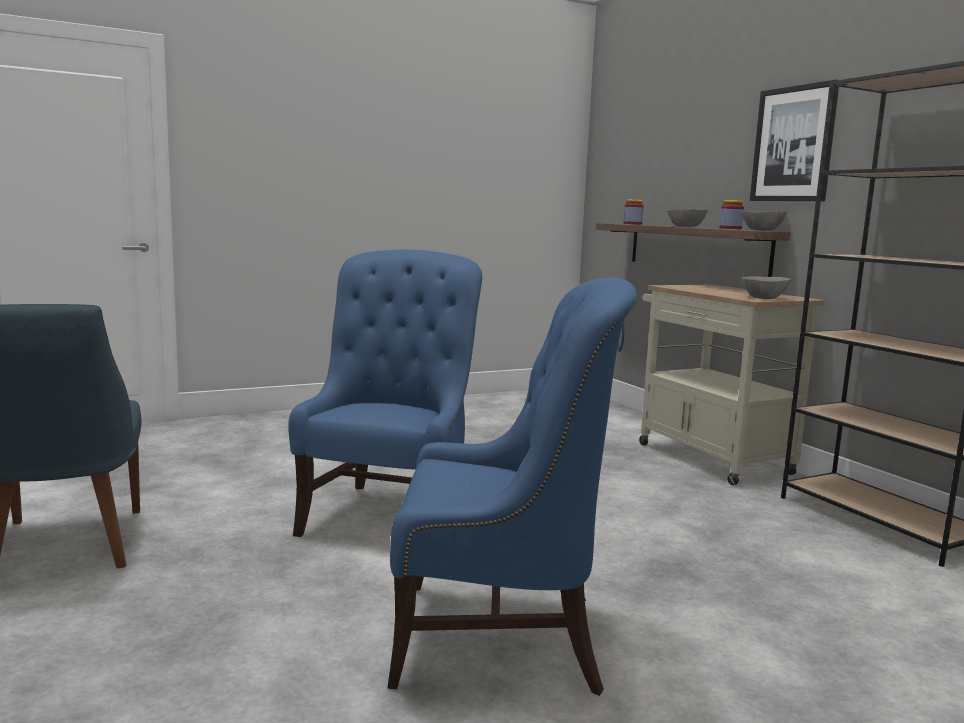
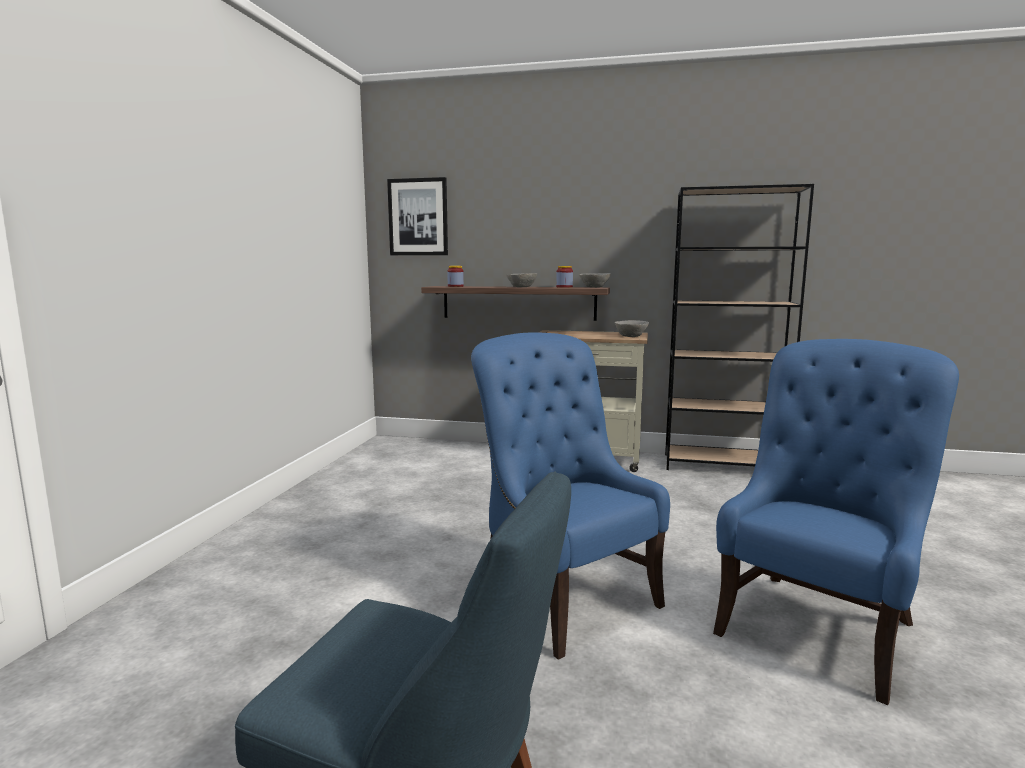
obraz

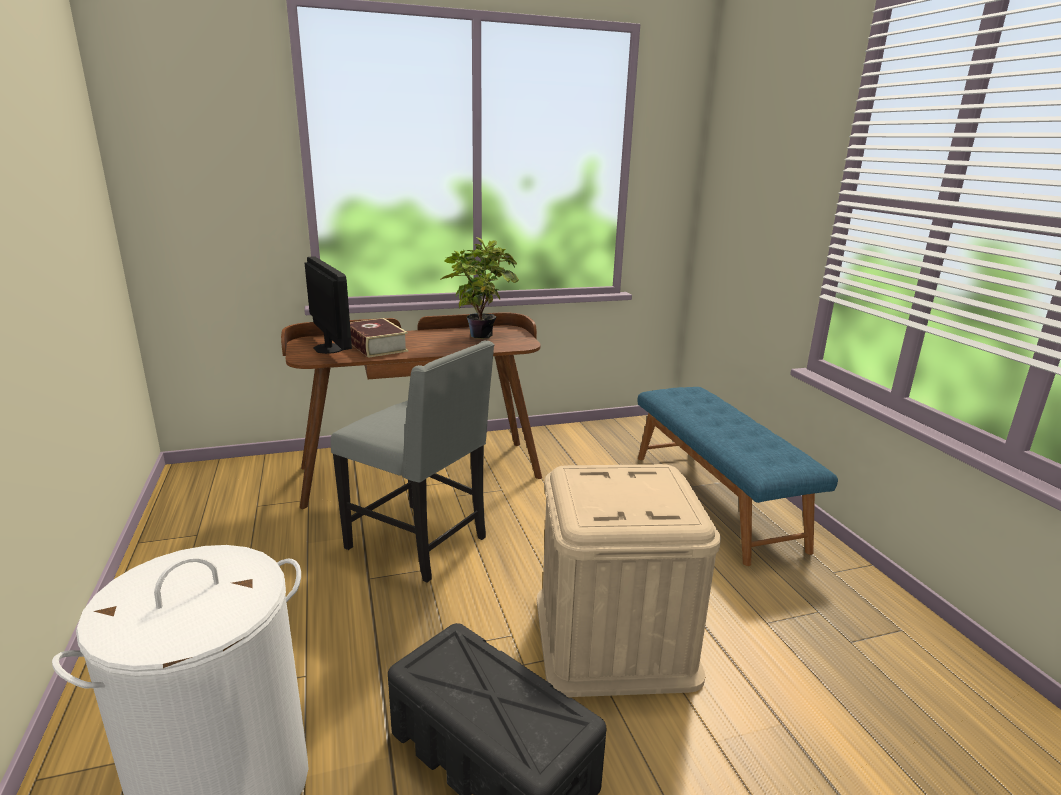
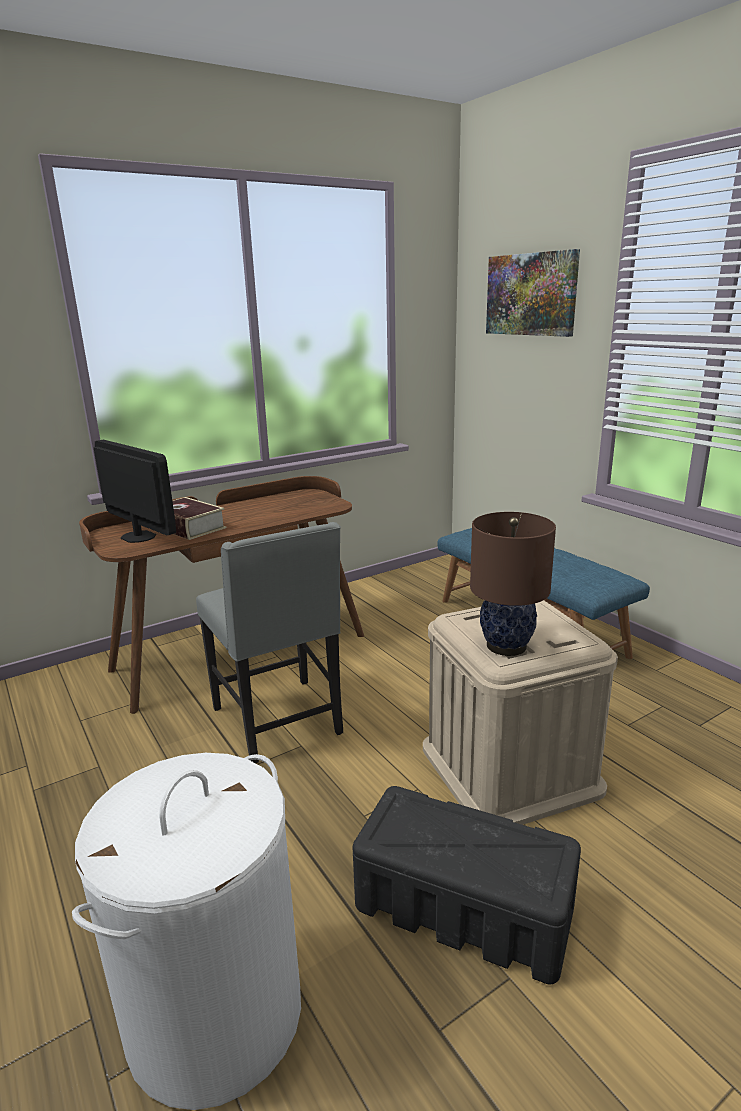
roślina doniczkowa; krzesło (szary); obraz; lampa stołowa (brązowy)

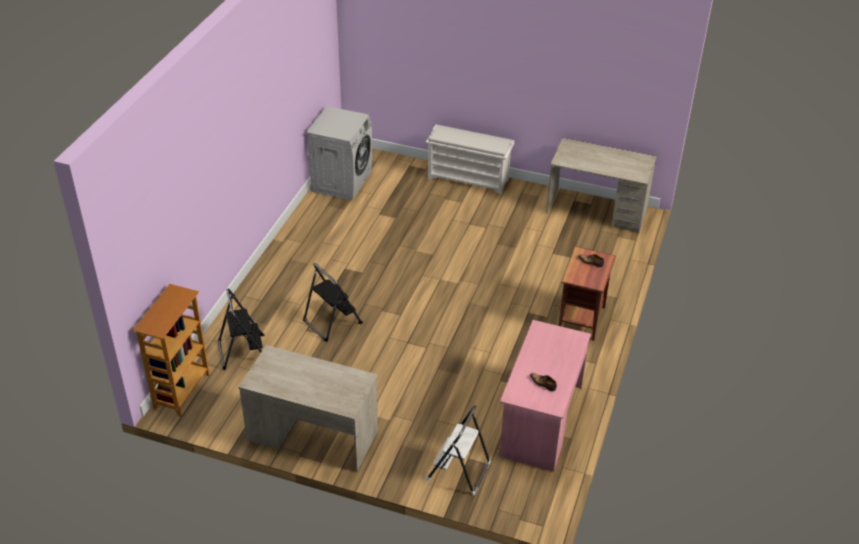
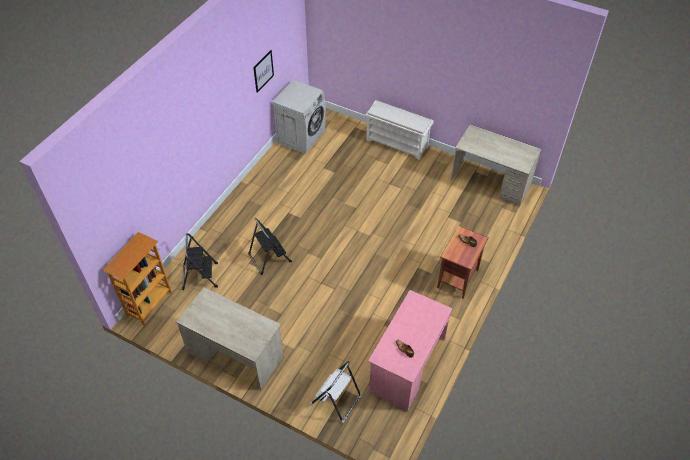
obraz

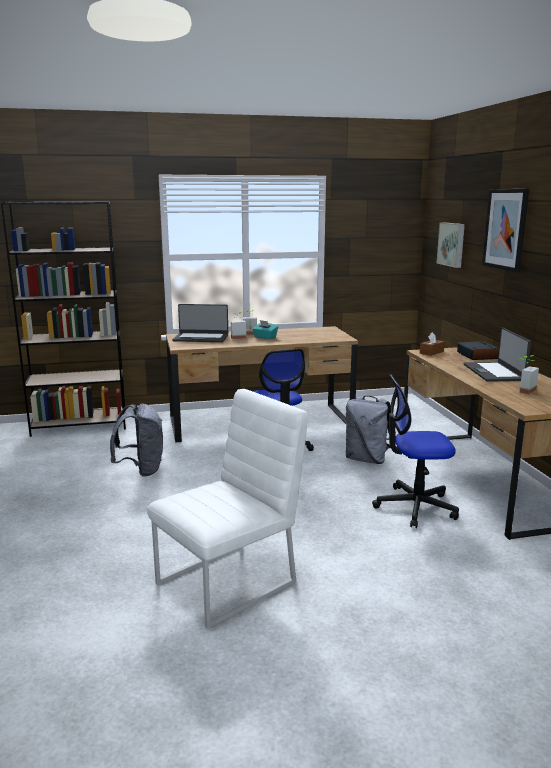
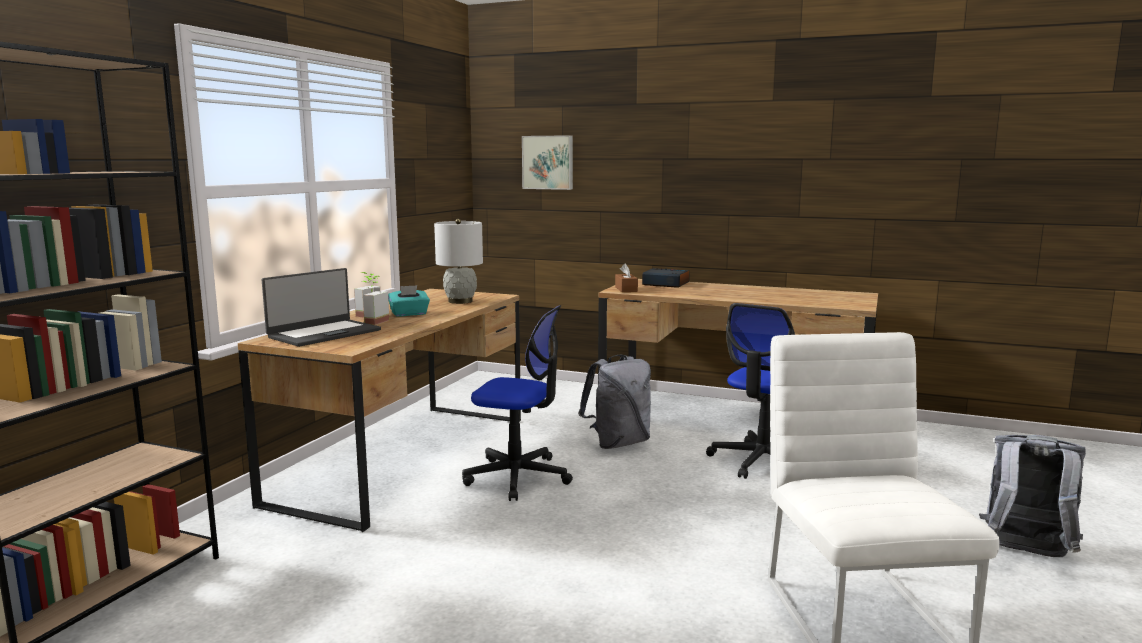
obraz (no. 2 from left in the first image); laptop (no. 2 from left in the first image); roślina doniczkowa (no. 3 from left in the first image); plecak (szary) (no. 2 from left); lampa stołowa (biały)

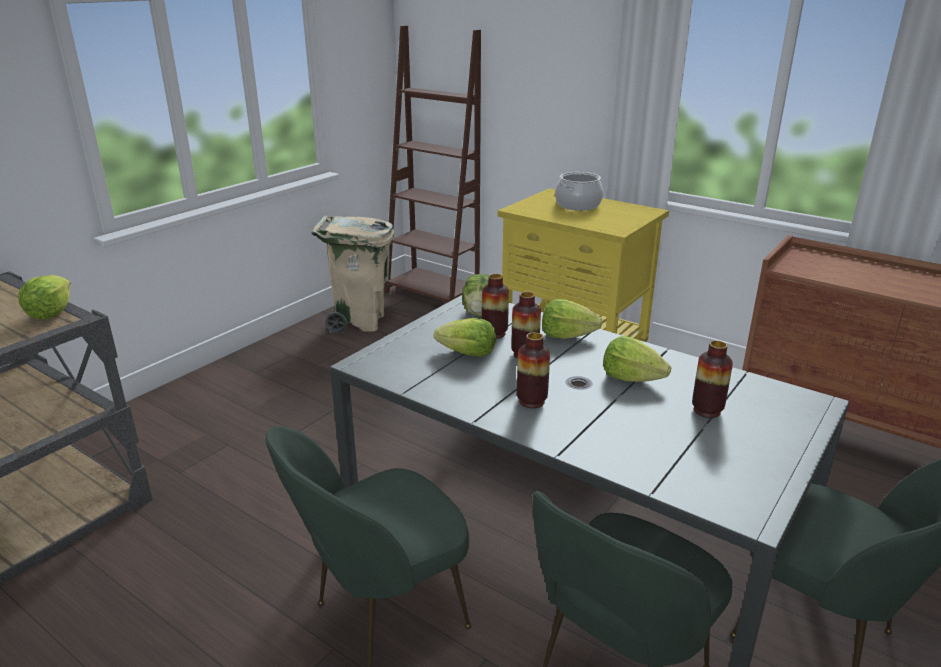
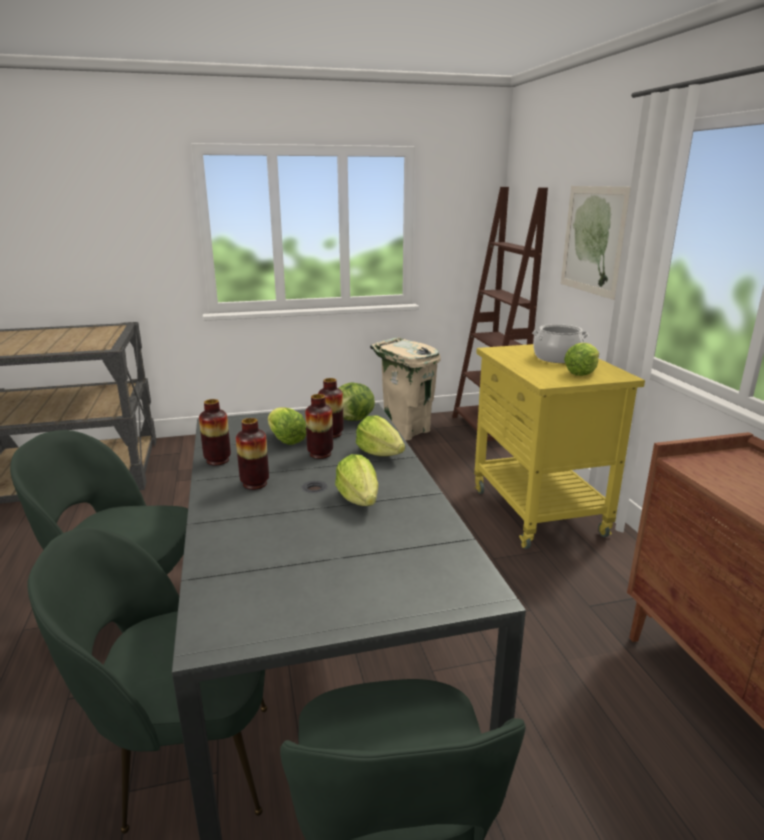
sałata (no. 5 from left); wazon (no. 1 from left); obraz

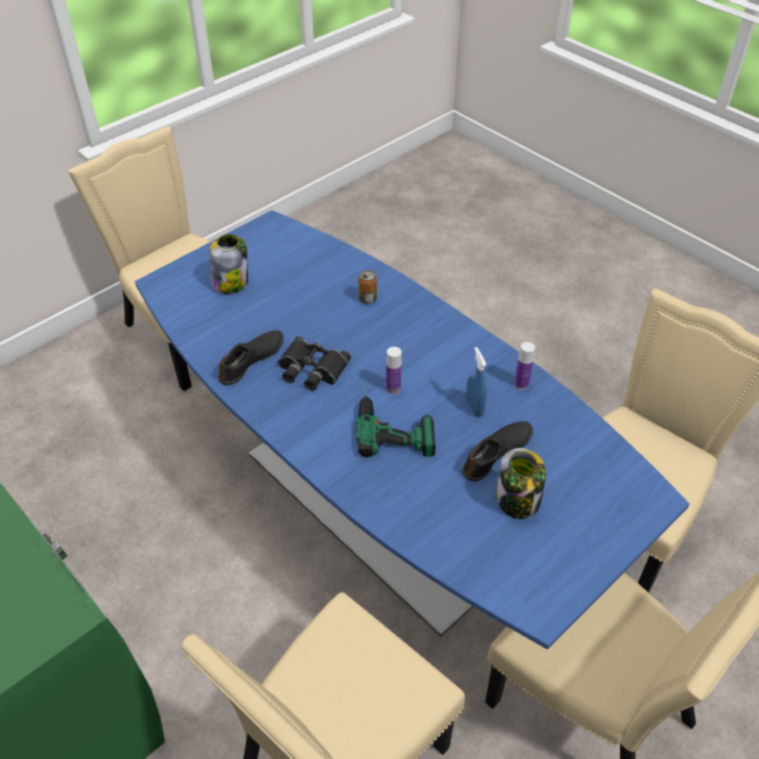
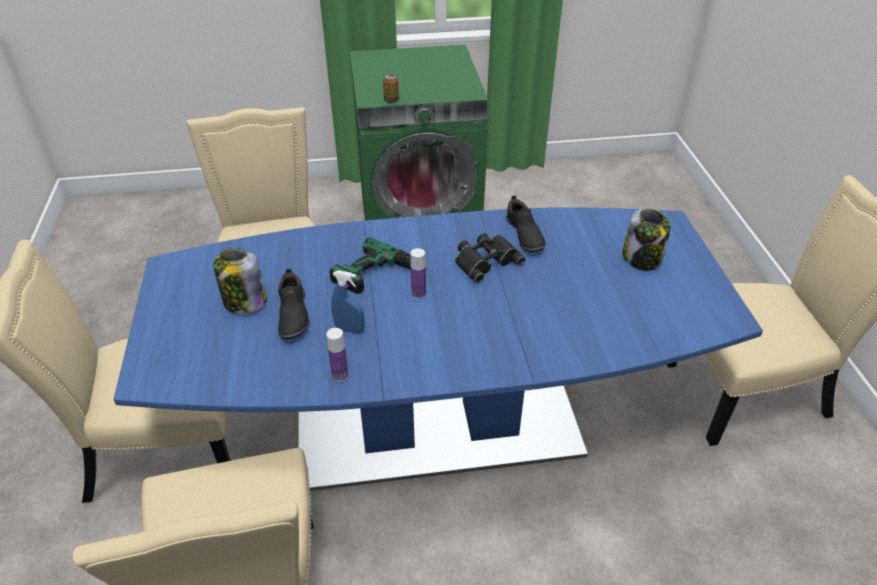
puszka

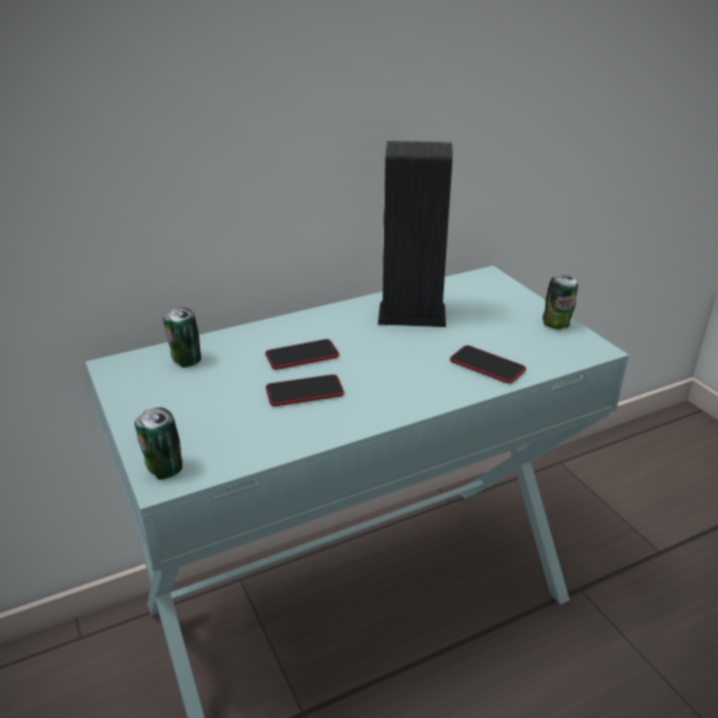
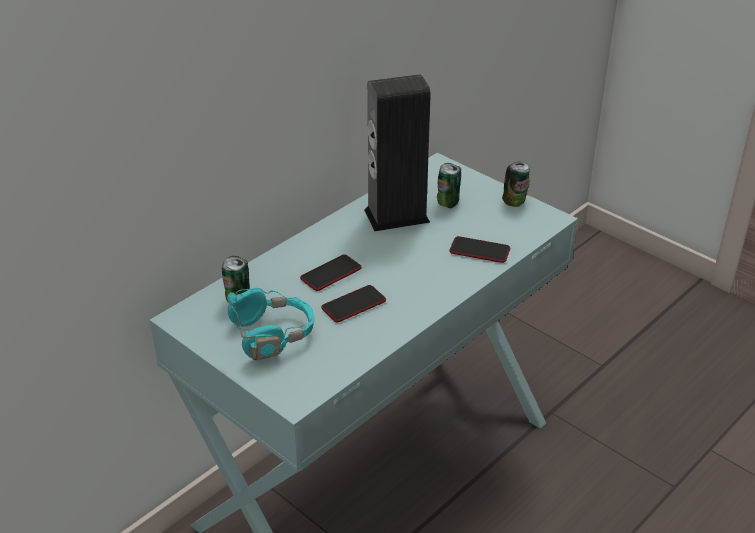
puszka (no. 2 from left); słuchawki (turkusowy)

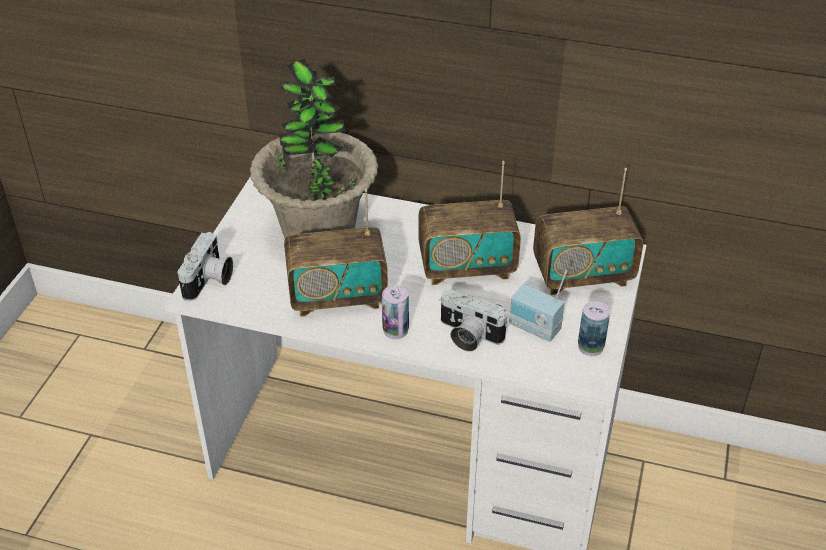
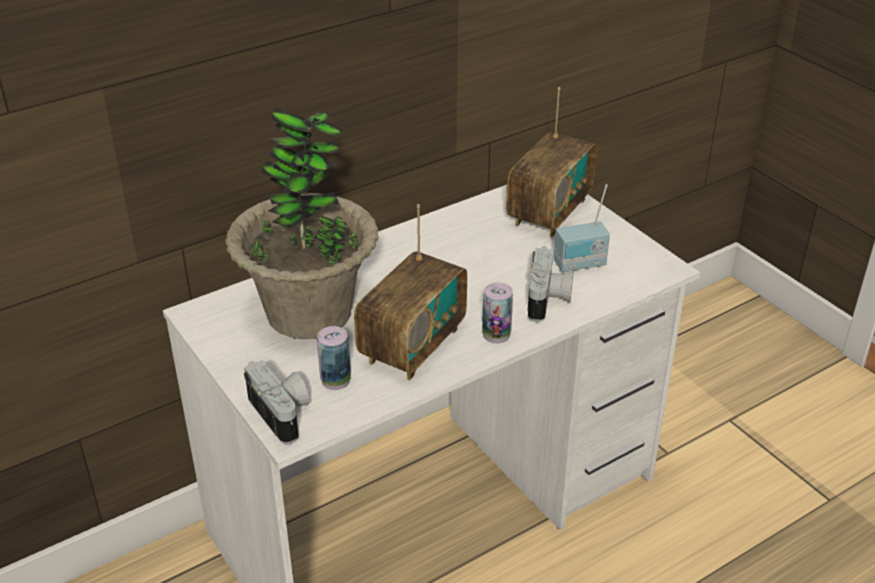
radio (no. 2 from left in the first image); aparat fotograficzny (no. 2 from left); puszka (no. 1 from left)

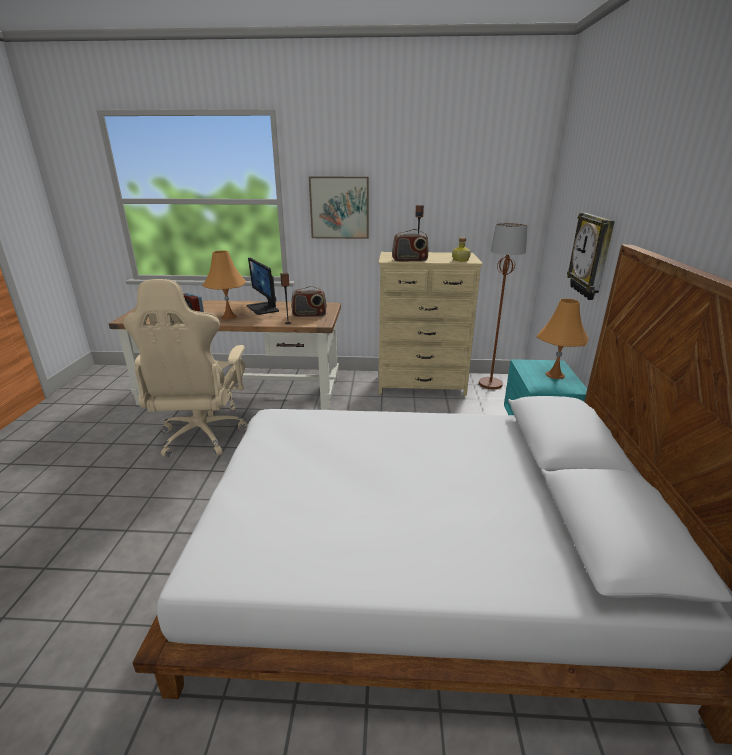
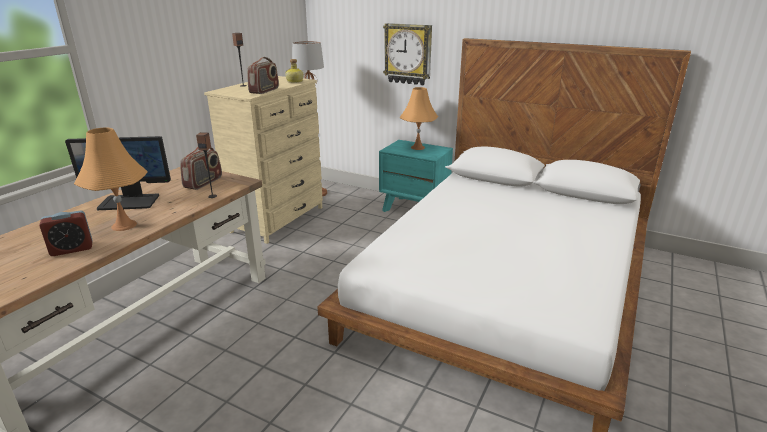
obraz; krzesło biurowe (beżowy)

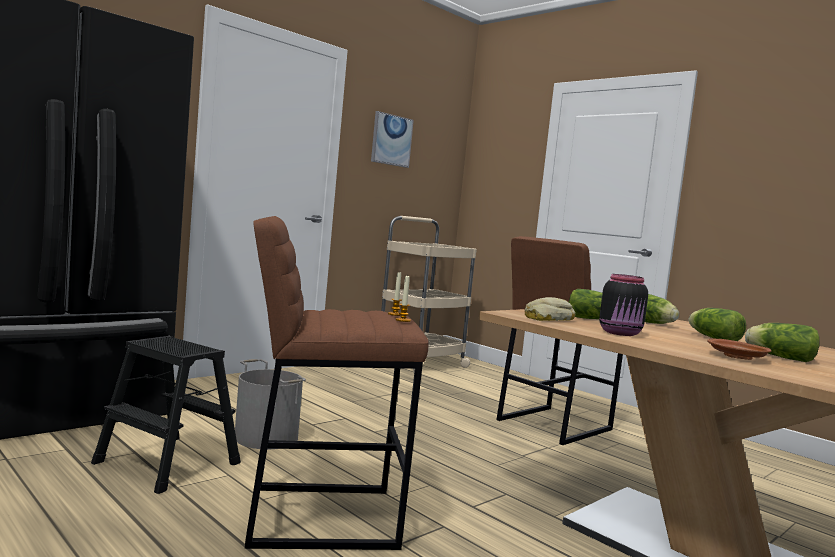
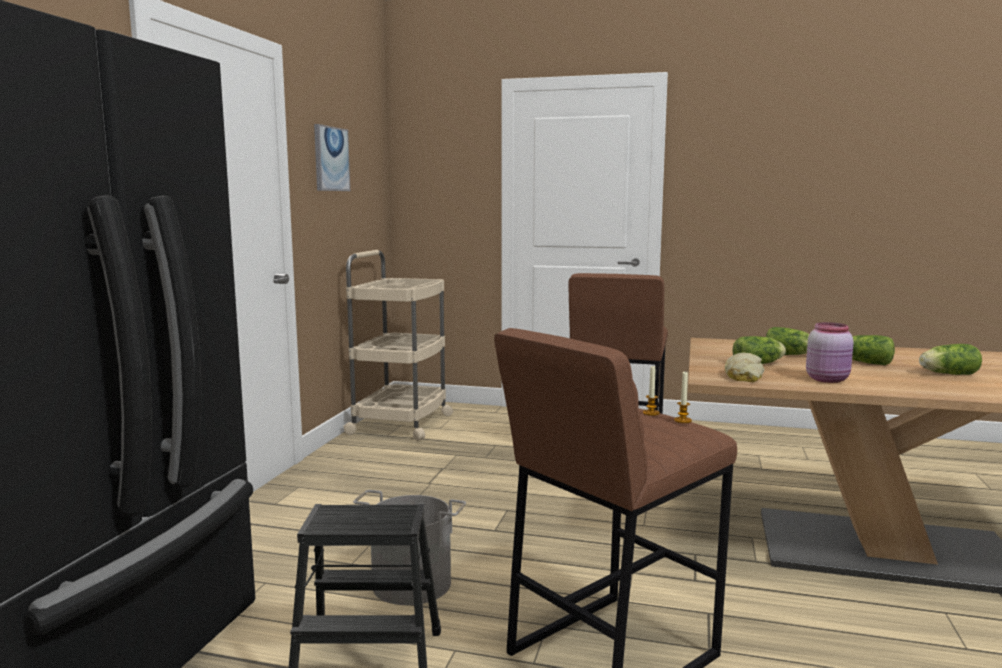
słoik (różowy); talerz (brązowy)

